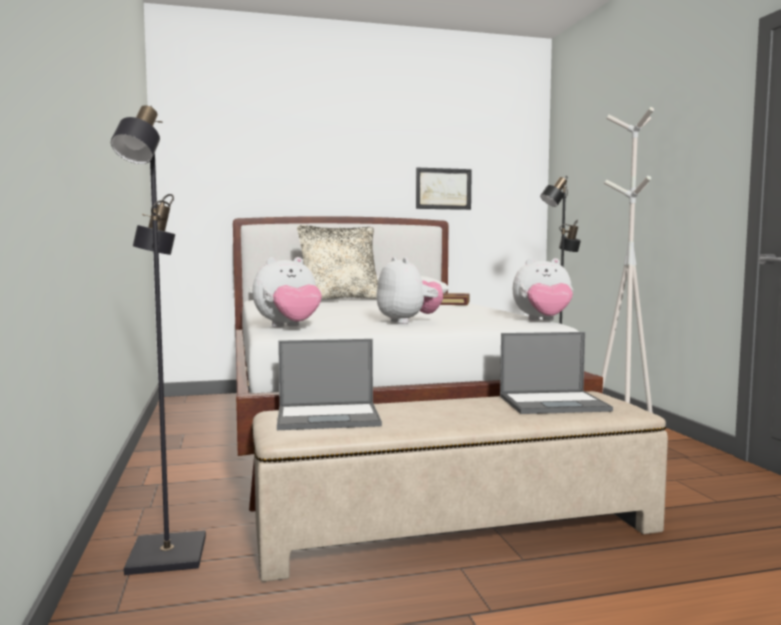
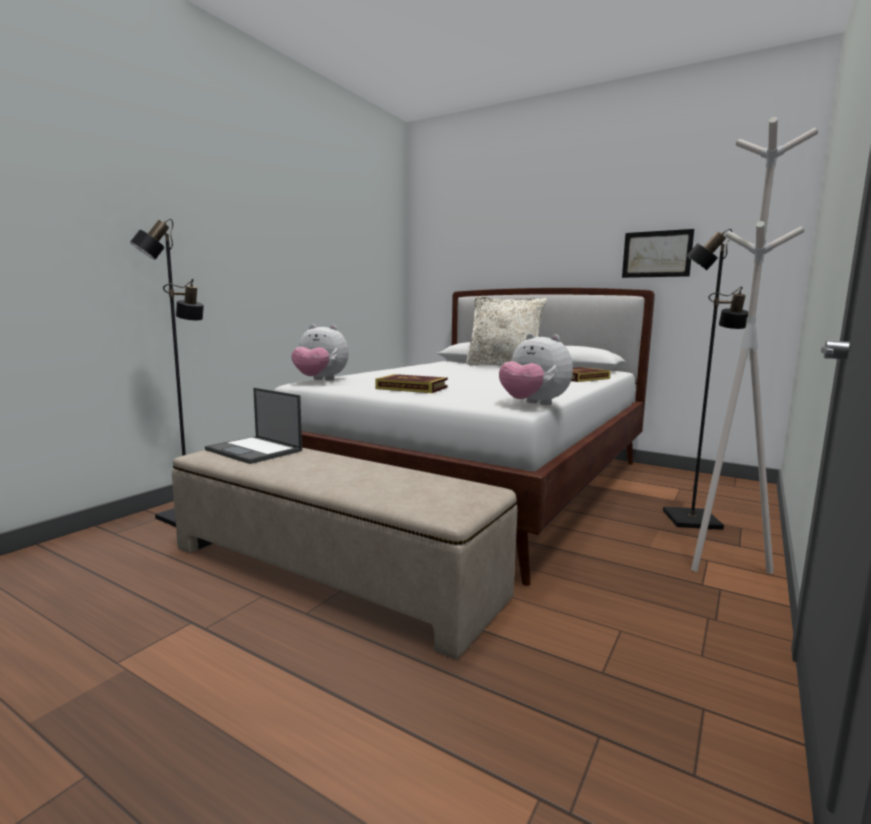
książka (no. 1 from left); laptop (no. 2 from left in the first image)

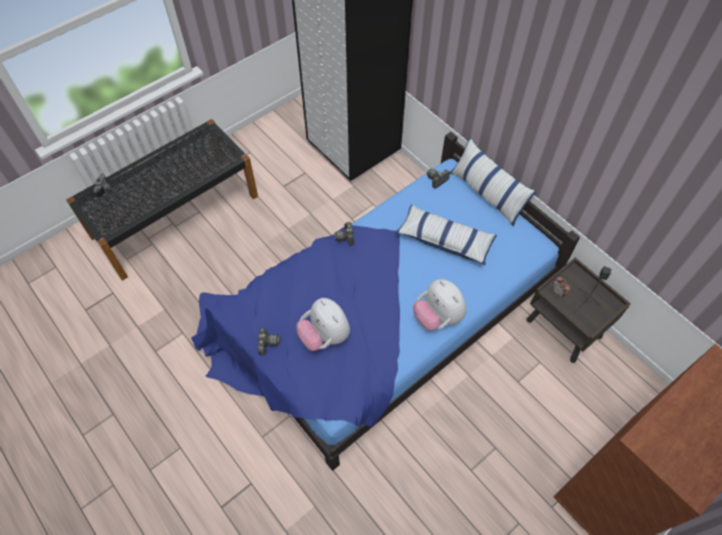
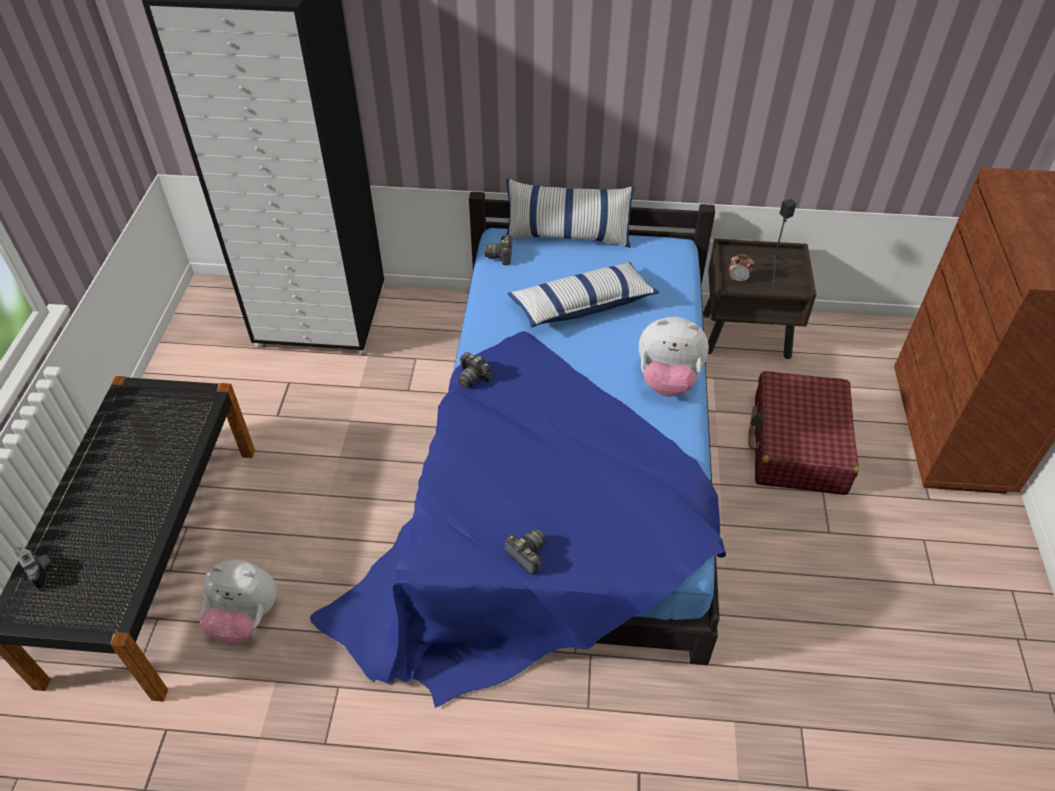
pluszak (no. 1 from left); walizka (czerwony)

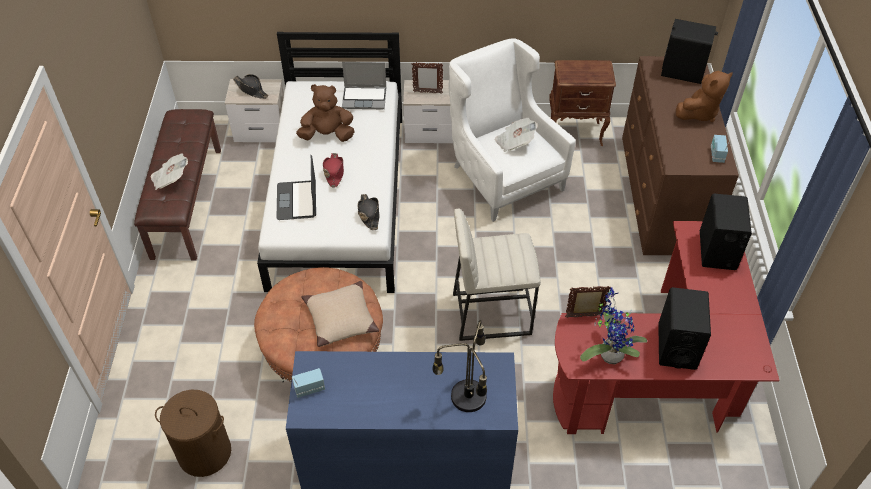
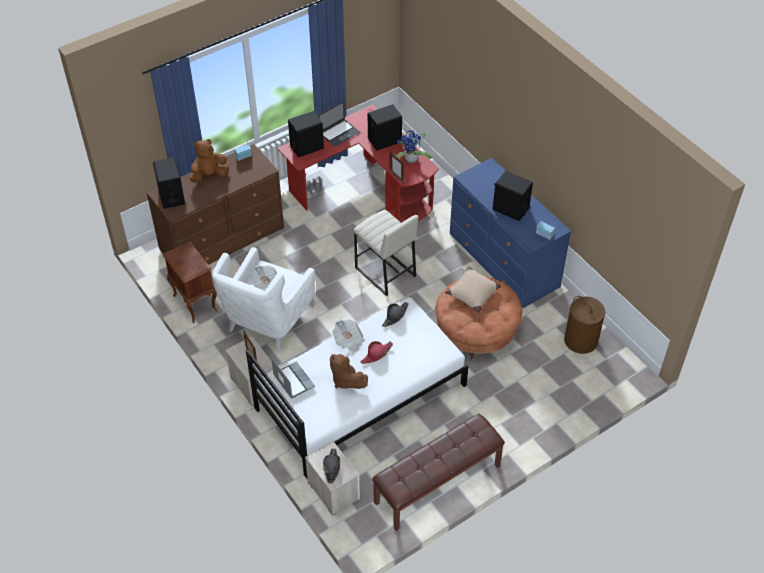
pluszak (brązowy) (no. 1 from left); gazeta (no. 2 from left); laptop (no. 2 from left); lampa stołowa; głośnik (czarny) (no. 4 from left)

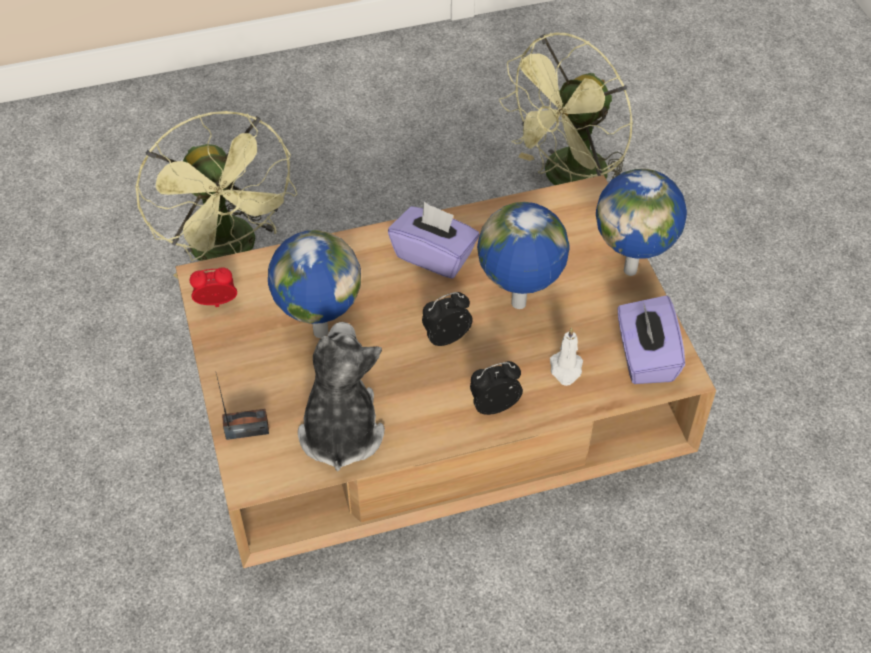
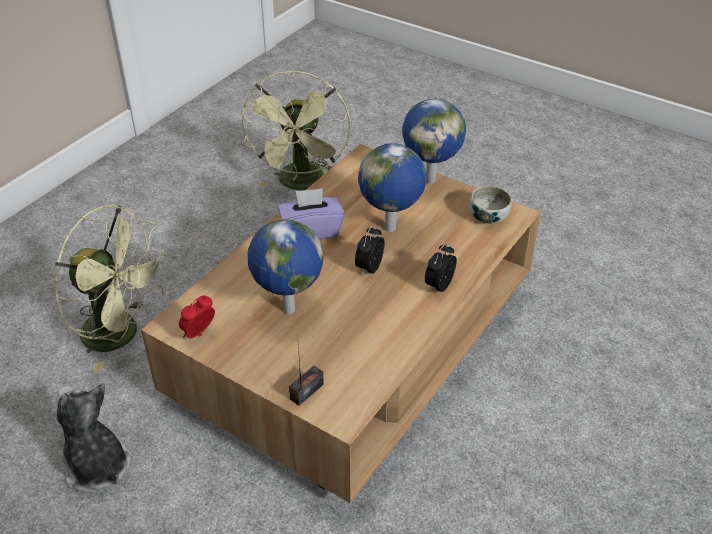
miska; pluszak; świeca (biały)

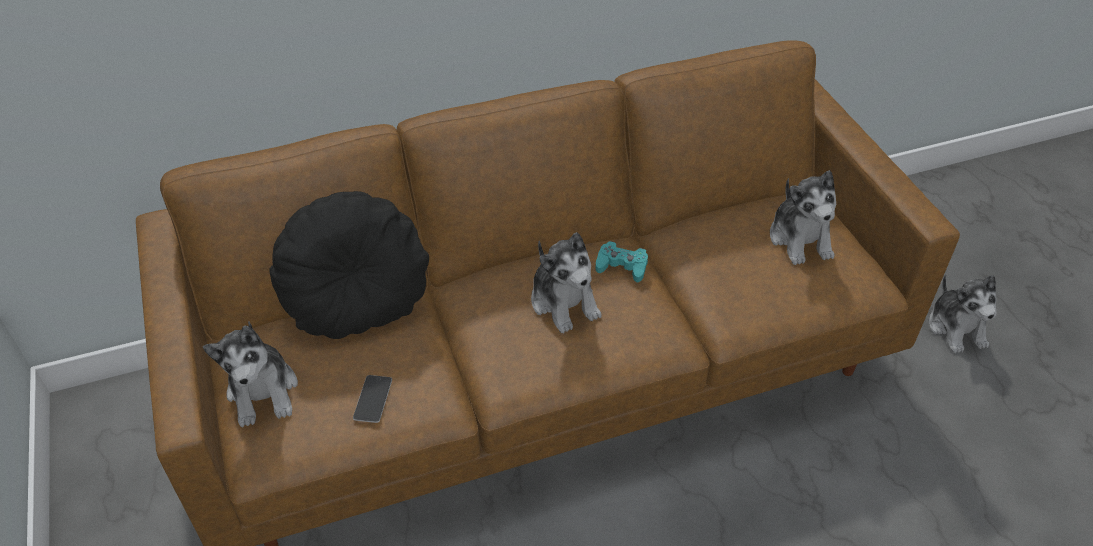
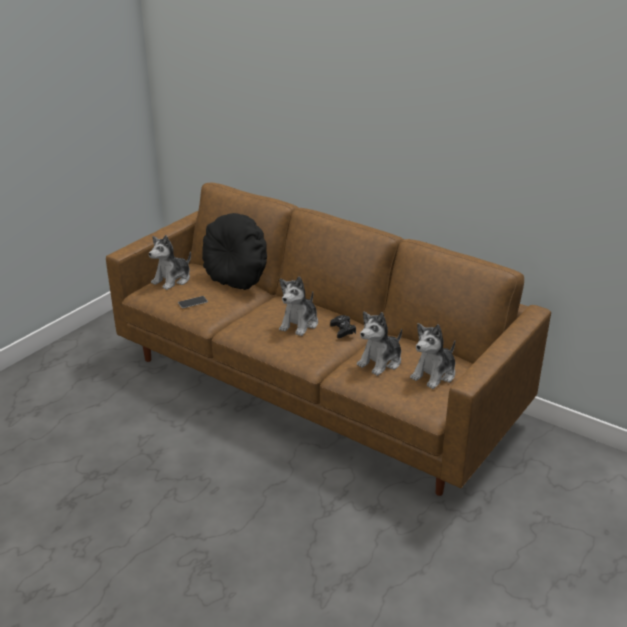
pad do gier (czarny); pluszak (no. 3 from left)

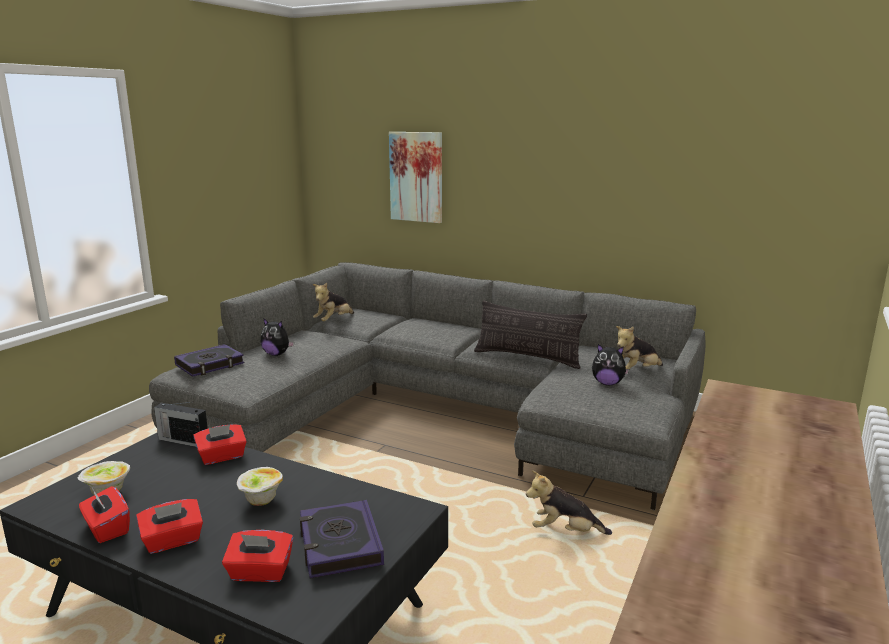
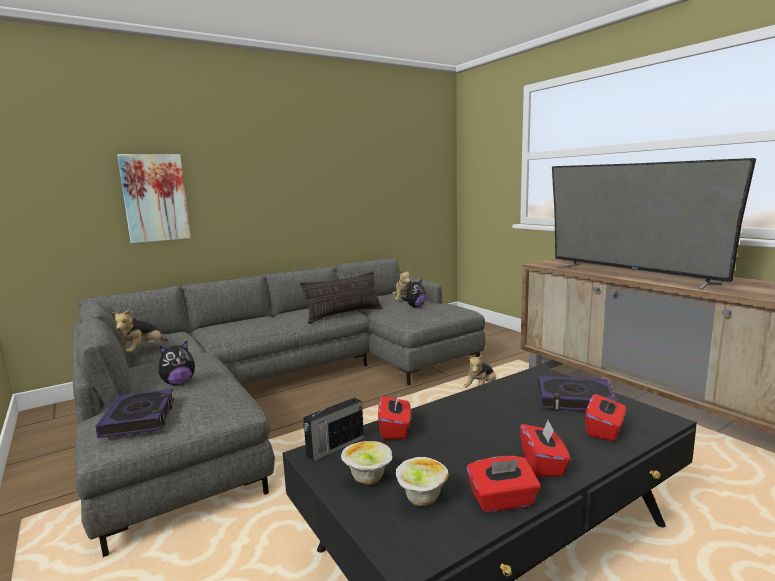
pluszak (no. 1 from left); miska (no. 1 from left); telewizor

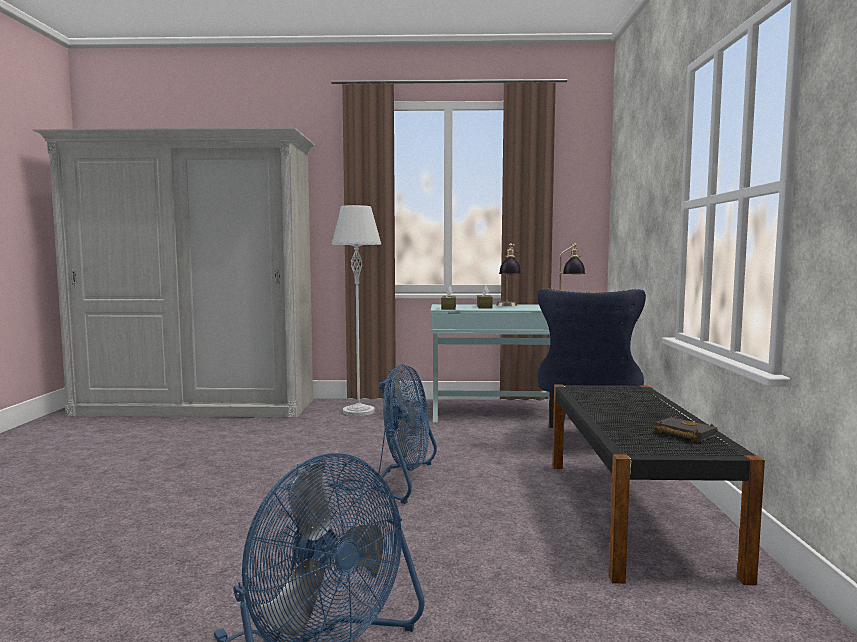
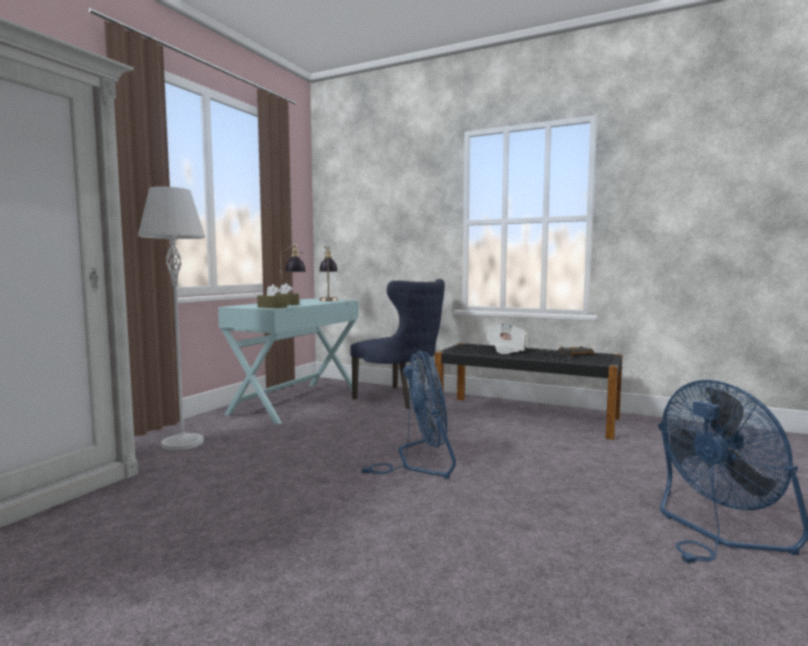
wentylator (niebieski) (no. 1 from left); gazeta

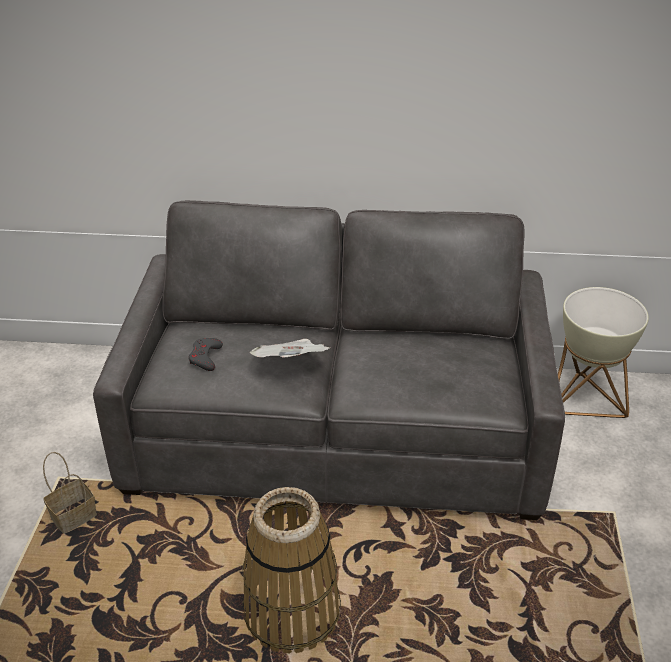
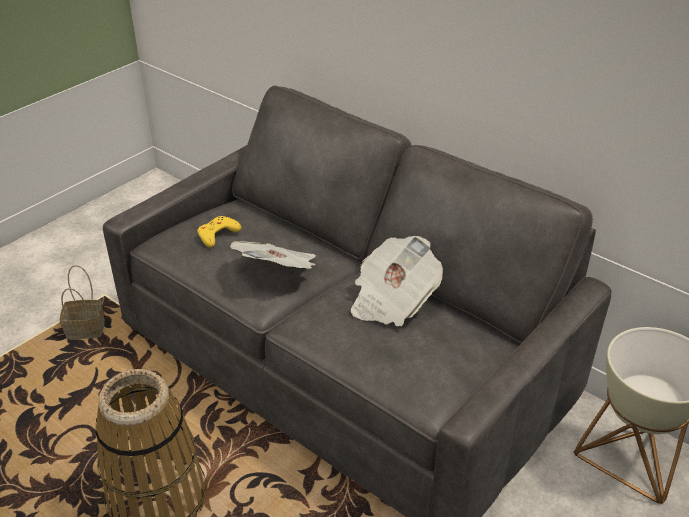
pad do gier (żółty); gazeta (no. 2 from left)

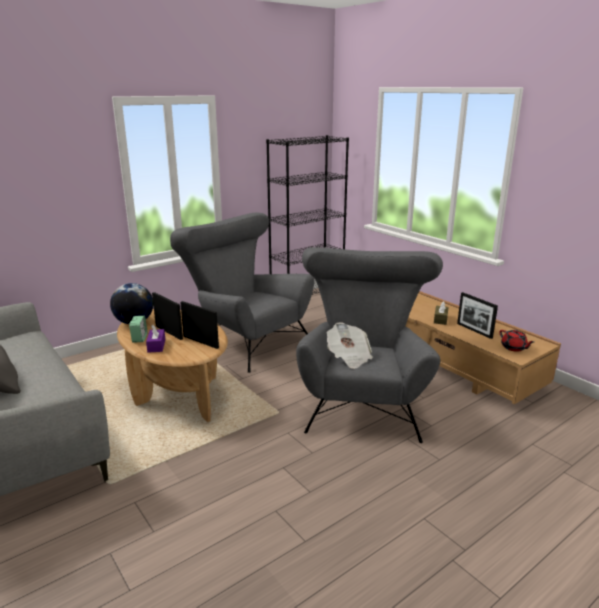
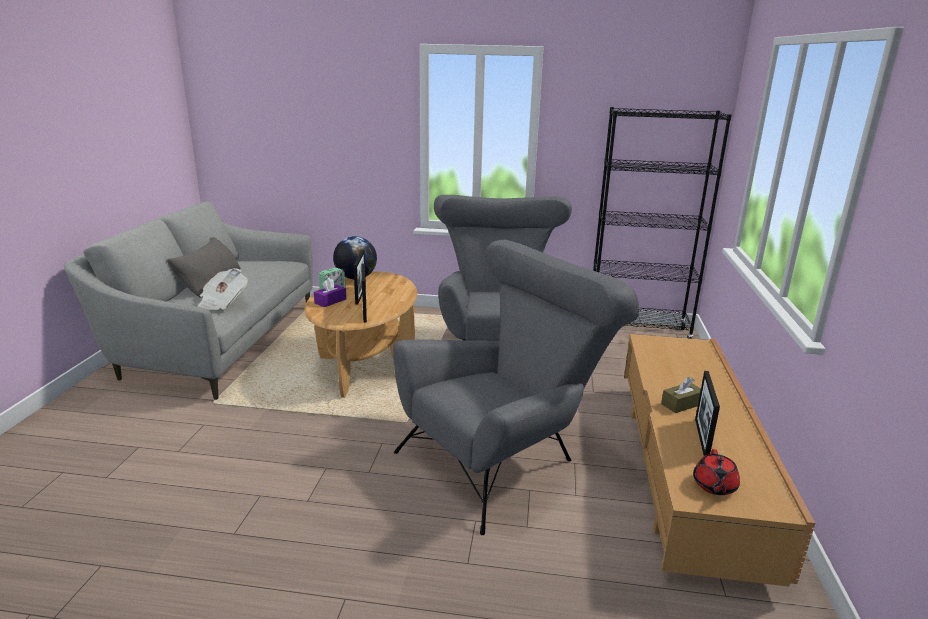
gazeta

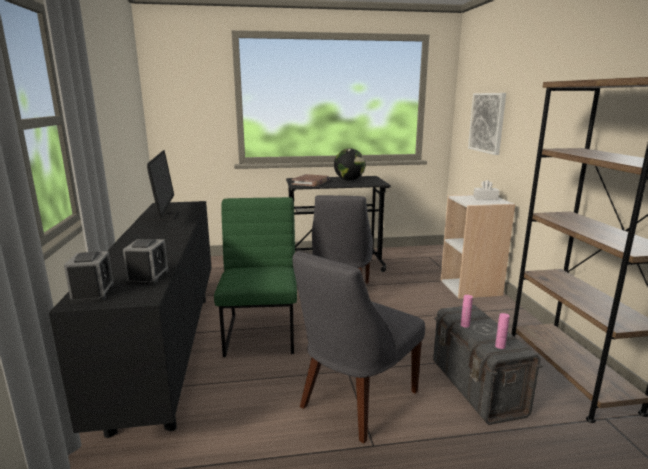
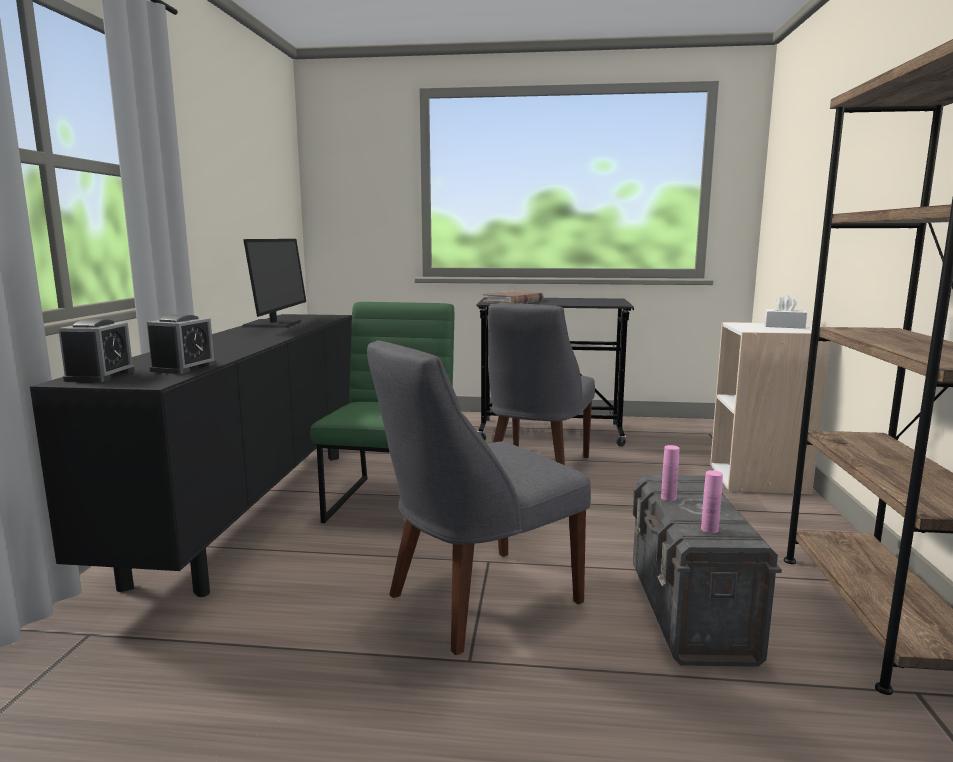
obraz; globus

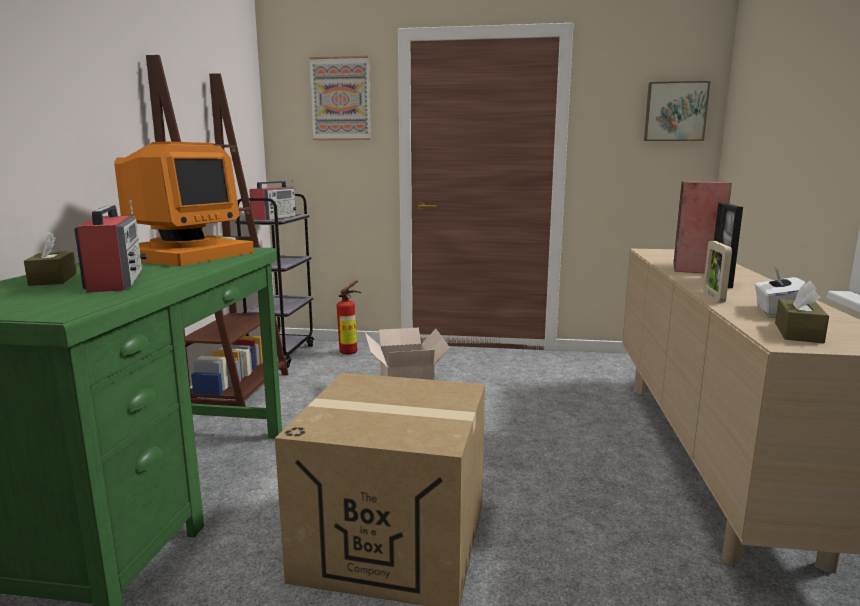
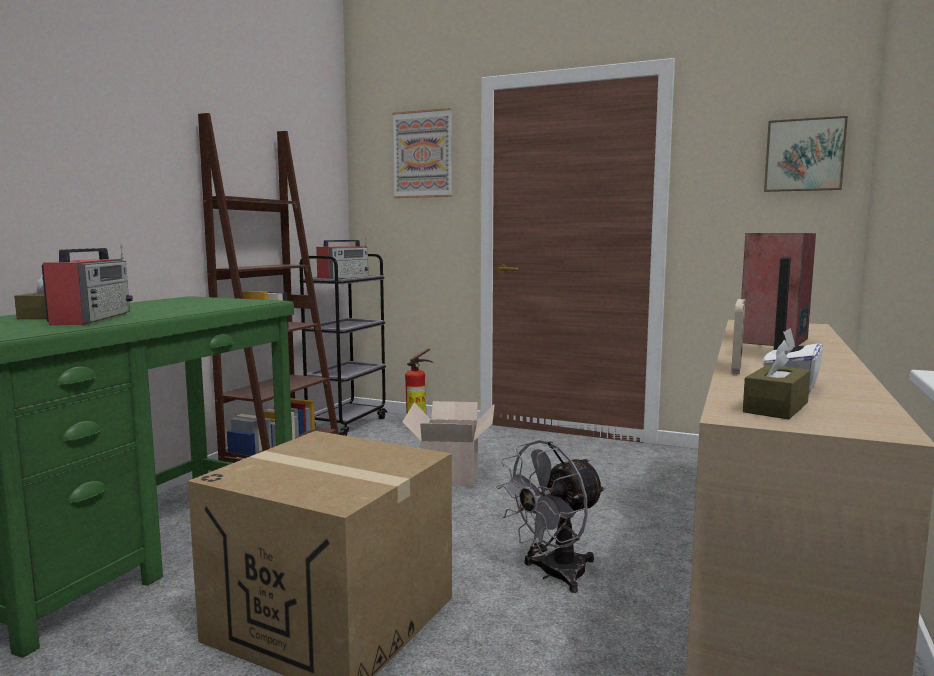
monitor; wentylator (szary)

